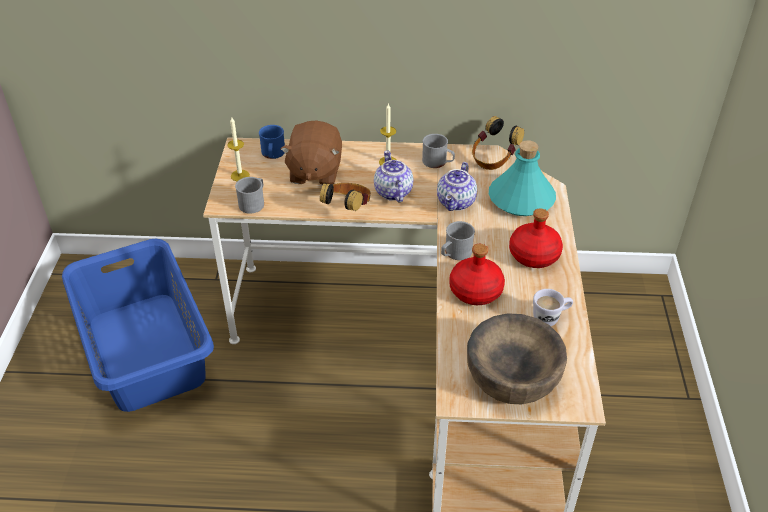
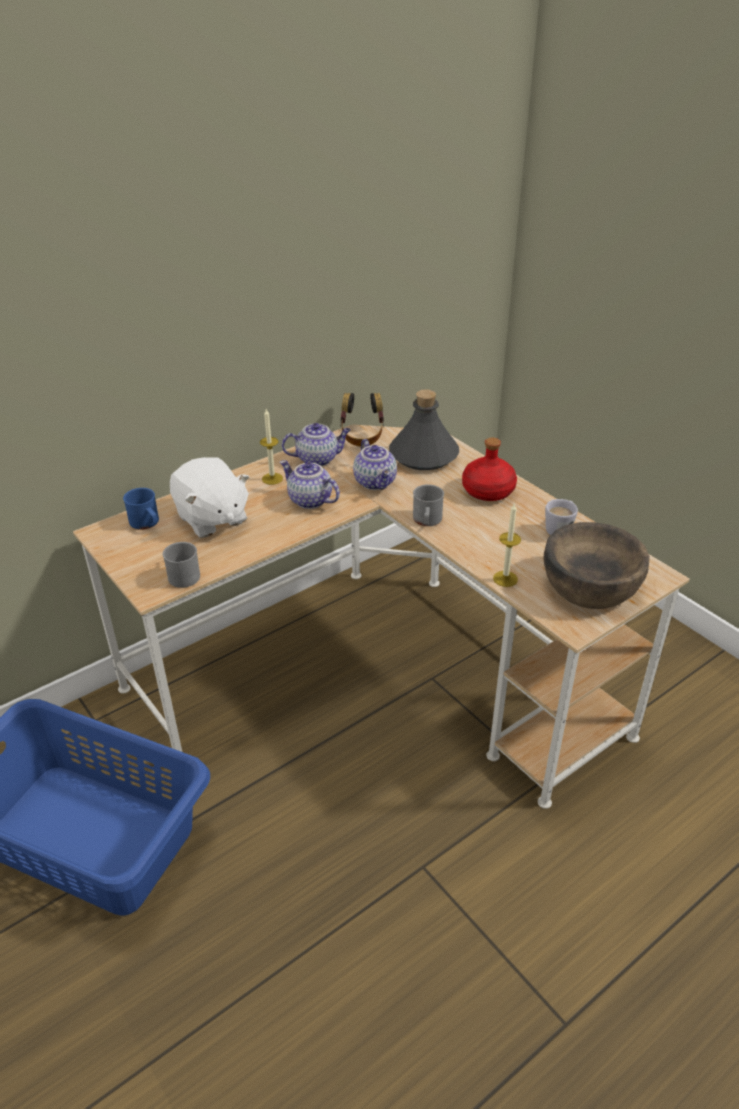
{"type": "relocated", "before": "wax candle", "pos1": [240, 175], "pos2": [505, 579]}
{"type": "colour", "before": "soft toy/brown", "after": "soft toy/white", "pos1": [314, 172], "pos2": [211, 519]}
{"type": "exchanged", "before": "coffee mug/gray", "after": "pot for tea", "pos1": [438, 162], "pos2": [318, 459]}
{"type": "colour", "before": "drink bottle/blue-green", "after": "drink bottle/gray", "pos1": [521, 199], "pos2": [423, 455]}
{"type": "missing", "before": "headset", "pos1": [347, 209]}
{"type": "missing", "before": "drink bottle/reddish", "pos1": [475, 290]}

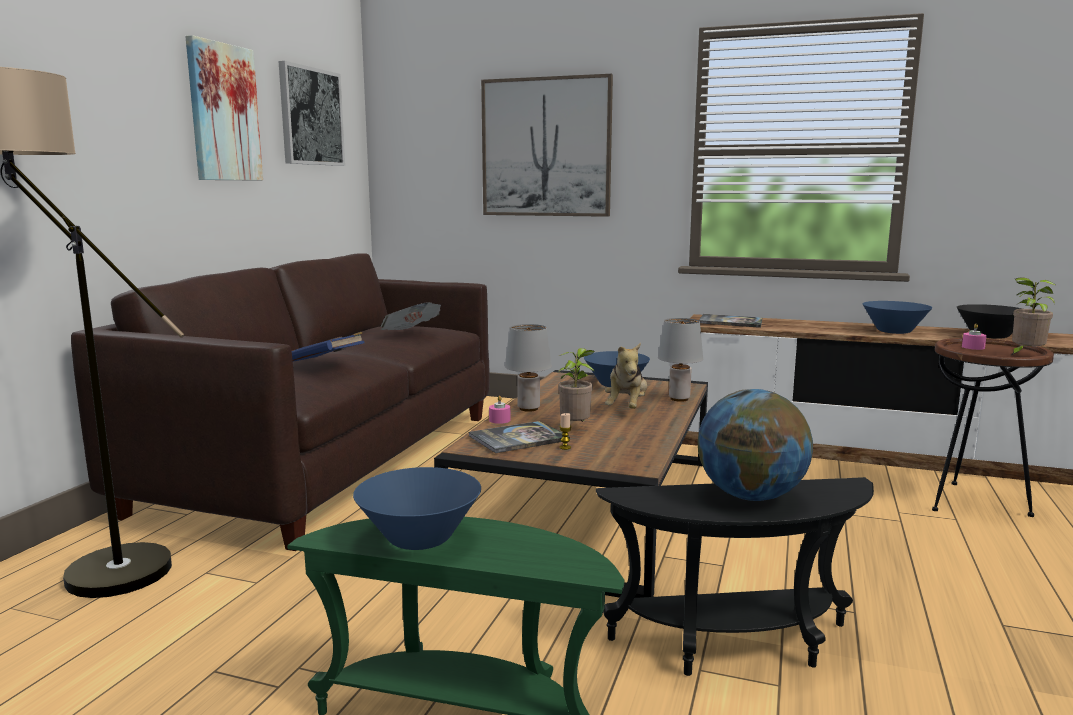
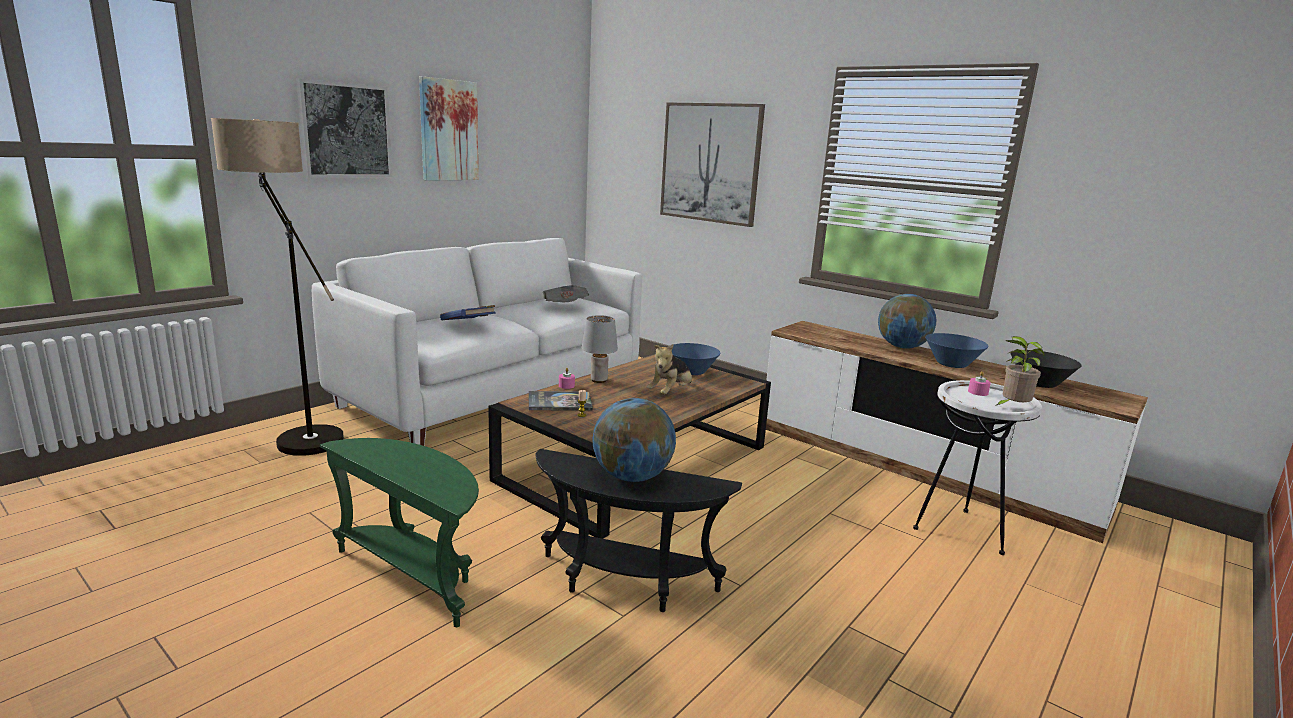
{"type": "relocated", "before": "wall art", "pos1": [311, 116], "pos2": [345, 130]}
{"type": "colour", "before": "sofa/brown", "after": "sofa/white", "pos1": [330, 459], "pos2": [495, 392]}
{"type": "missing", "before": "book", "pos1": [730, 322]}
{"type": "missing", "before": "tabletop lamp/gray", "pos1": [679, 399]}
{"type": "colour", "before": "accent table/brown", "after": "accent table/white", "pos1": [972, 503], "pos2": [960, 530]}
{"type": "missing", "before": "potted plant", "pos1": [576, 427]}
{"type": "missing", "before": "deep dish/blue", "pos1": [419, 539]}
{"type": "appeared", "after": "world globe", "pos2": [902, 347]}

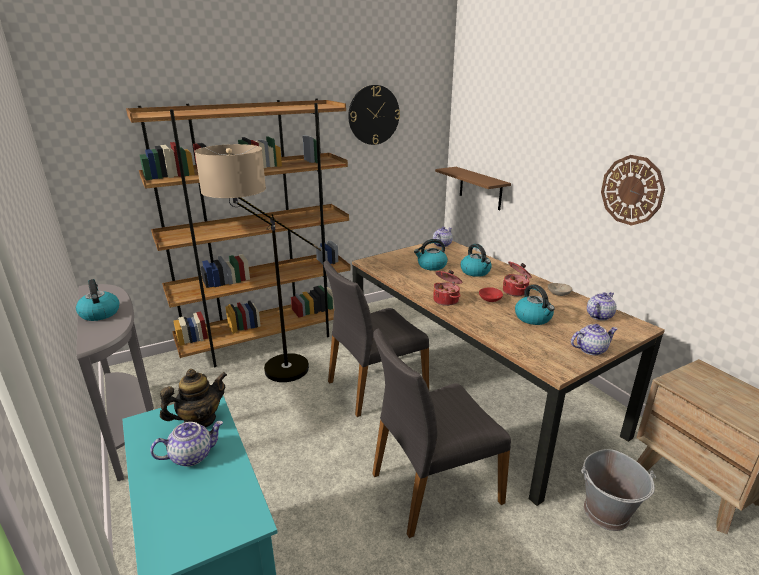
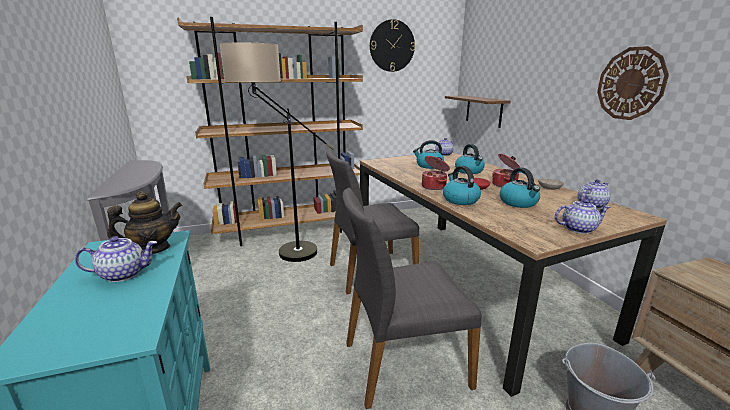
{"type": "relocated", "before": "kettle", "pos1": [99, 313], "pos2": [460, 200]}

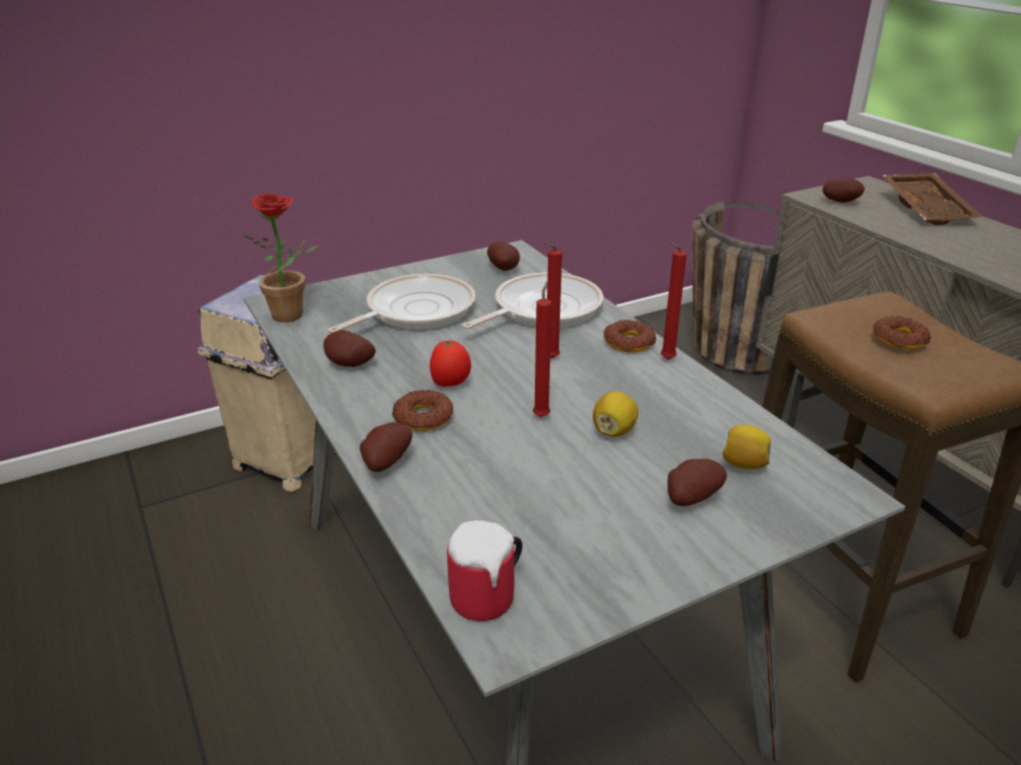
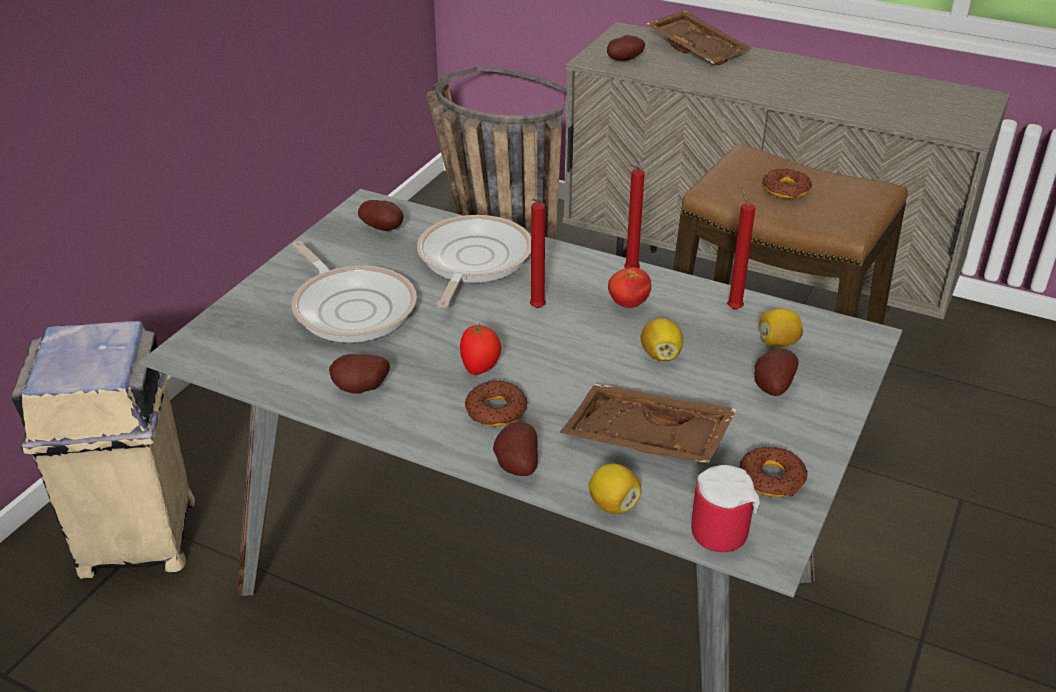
{"type": "missing", "before": "potted plant", "pos1": [294, 316]}
{"type": "spun", "before": "skillet", "pos1": [414, 311], "pos2": [352, 307], "turn": 135}
{"type": "relocated", "before": "wax candle/reddish", "pos1": [542, 415], "pos2": [733, 308]}
{"type": "relocated", "before": "donut", "pos1": [629, 343], "pos2": [772, 478]}
{"type": "appeared", "after": "tomato", "pos2": [628, 304]}
{"type": "appeared", "after": "tray/brown", "pos2": [645, 441]}
{"type": "appeared", "after": "whole lemon", "pos2": [613, 505]}

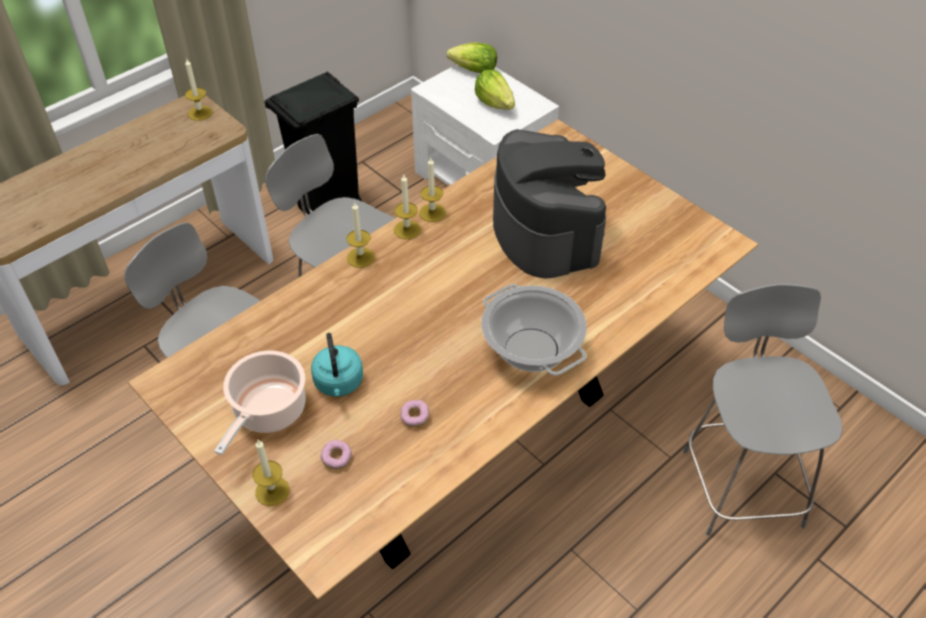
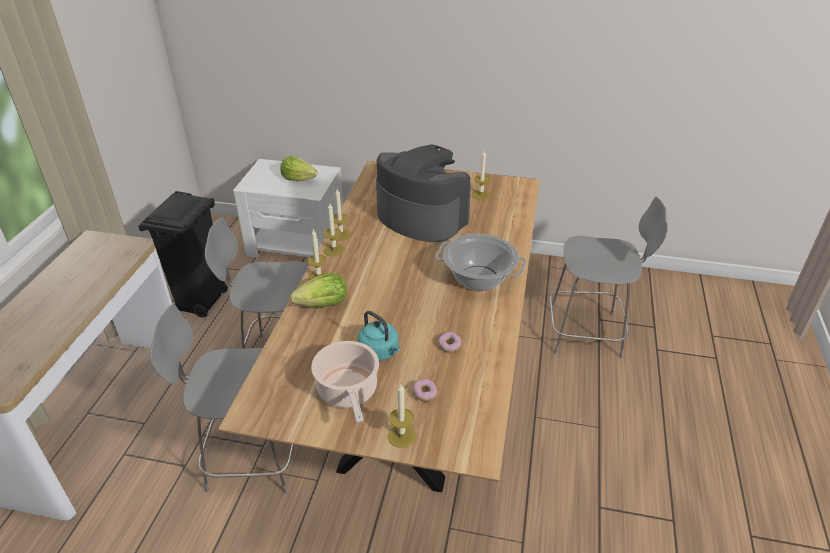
{"type": "relocated", "before": "head of lettuce", "pos1": [474, 70], "pos2": [323, 304]}
{"type": "relocated", "before": "wax candle", "pos1": [200, 113], "pos2": [481, 195]}
{"type": "spun", "before": "upright chair/gray", "pos1": [741, 483], "pos2": [588, 333], "turn": 135}

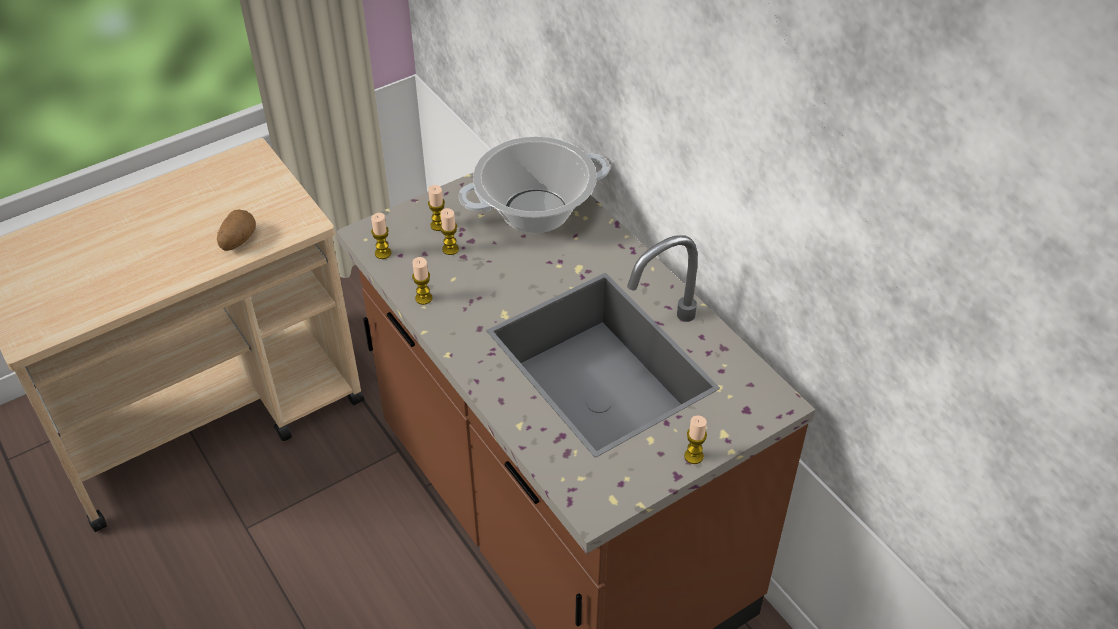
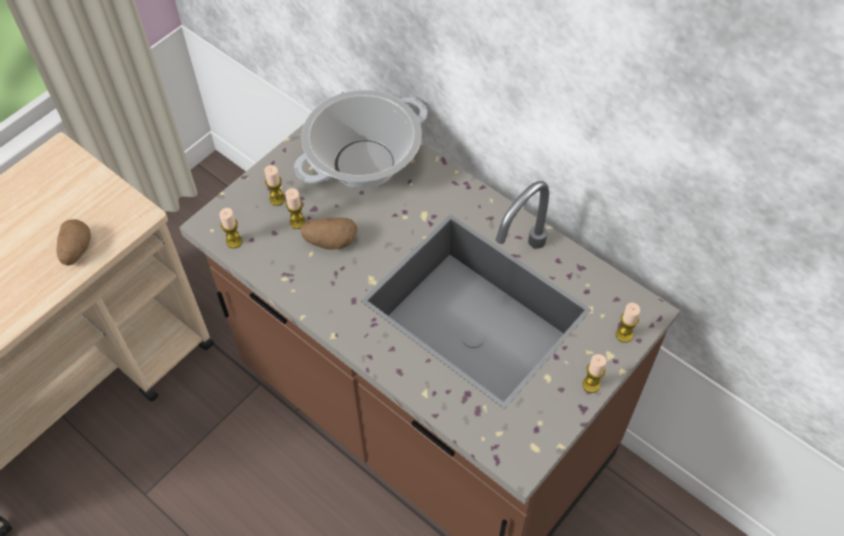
{"type": "relocated", "before": "wax candle", "pos1": [423, 298], "pos2": [624, 335]}
{"type": "appeared", "after": "whole potato", "pos2": [330, 241]}

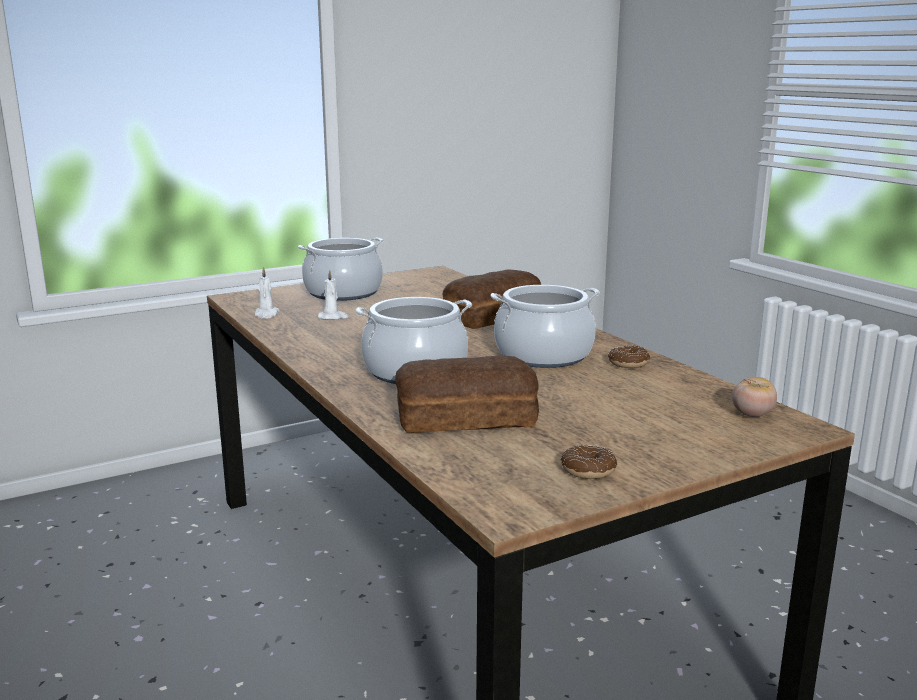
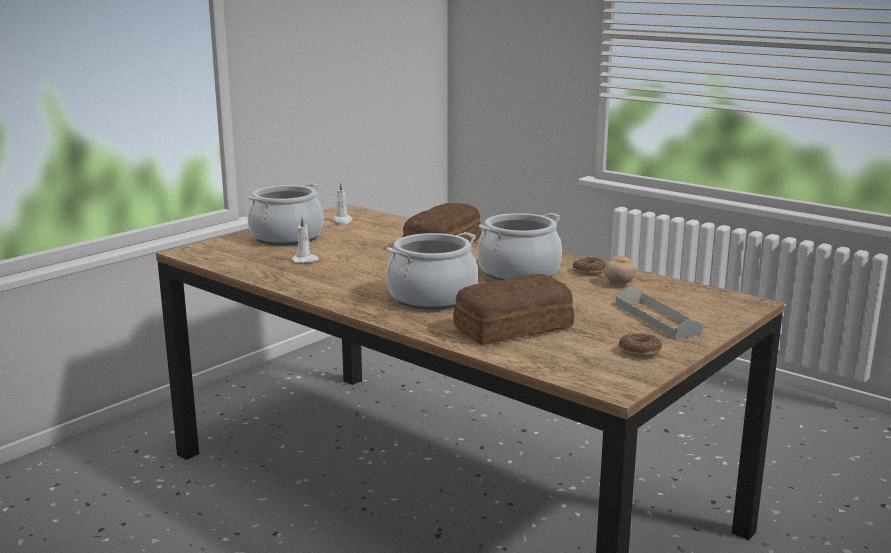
{"type": "relocated", "before": "wax candle/white", "pos1": [266, 314], "pos2": [342, 221]}
{"type": "relocated", "before": "tomato", "pos1": [752, 415], "pos2": [619, 283]}
{"type": "appeared", "after": "tray/gray", "pos2": [657, 319]}

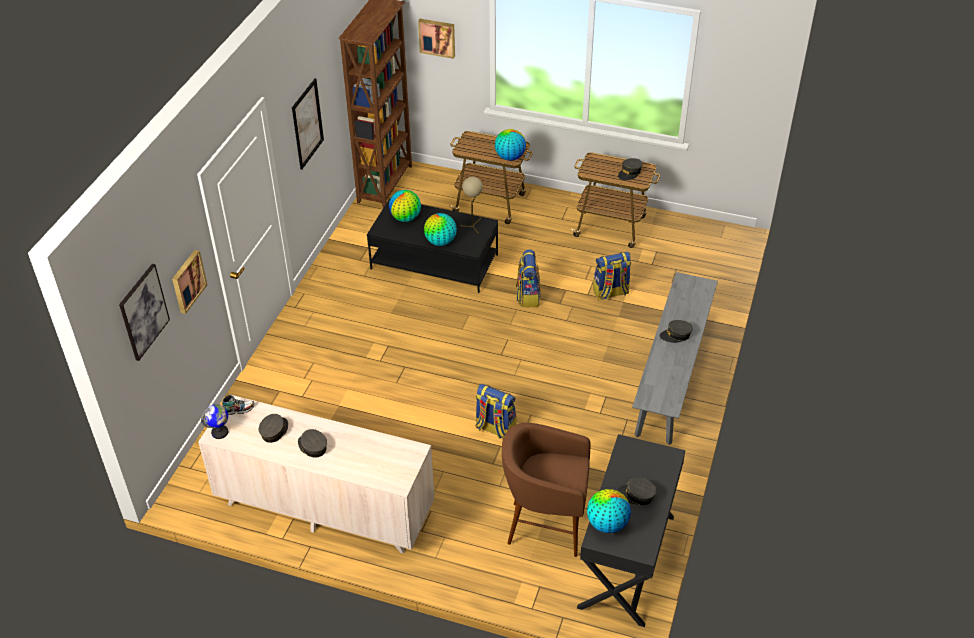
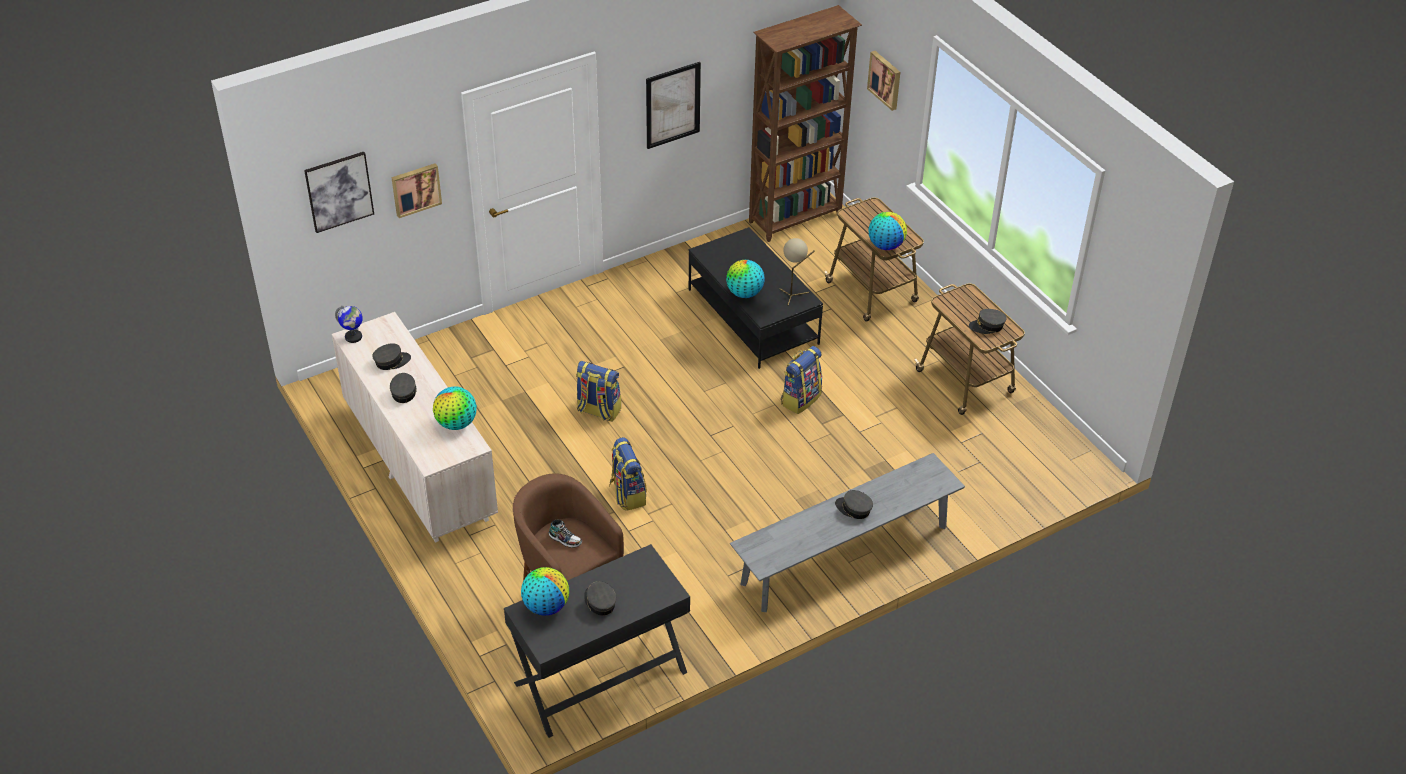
{"type": "relocated", "before": "world globe", "pos1": [406, 218], "pos2": [456, 423]}
{"type": "relocated", "before": "backpack", "pos1": [610, 293], "pos2": [598, 411]}
{"type": "relocated", "before": "low shoe", "pos1": [238, 409], "pos2": [565, 539]}

